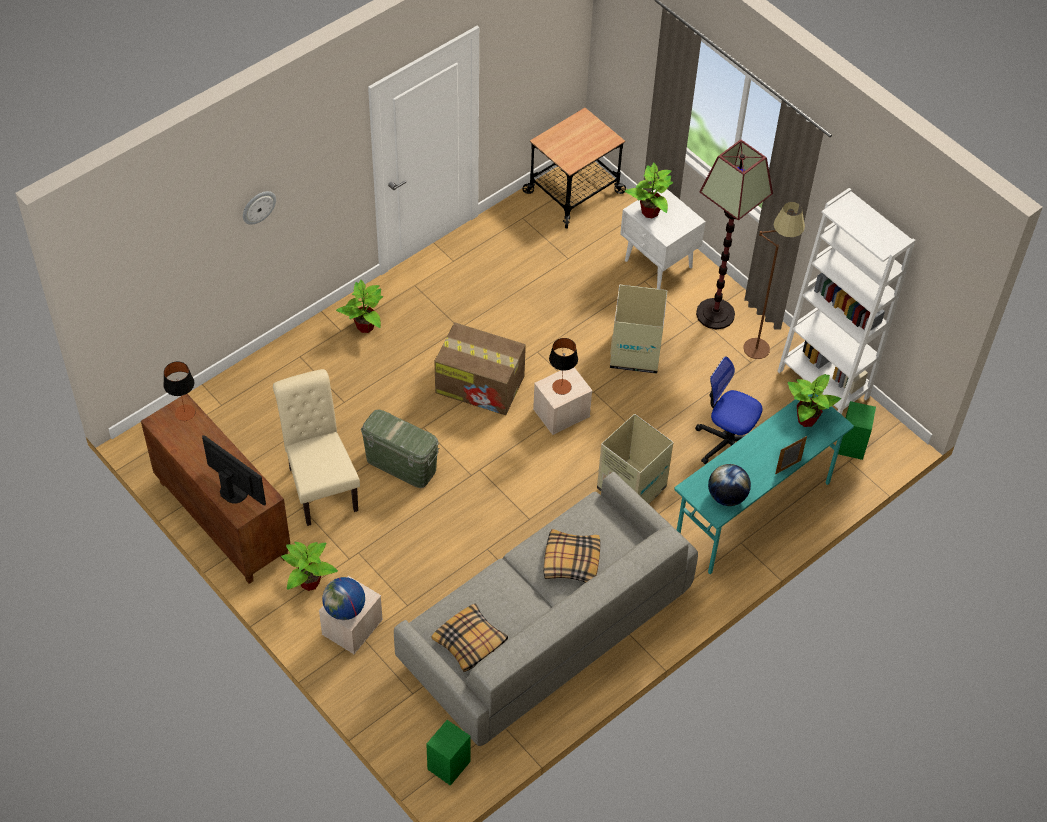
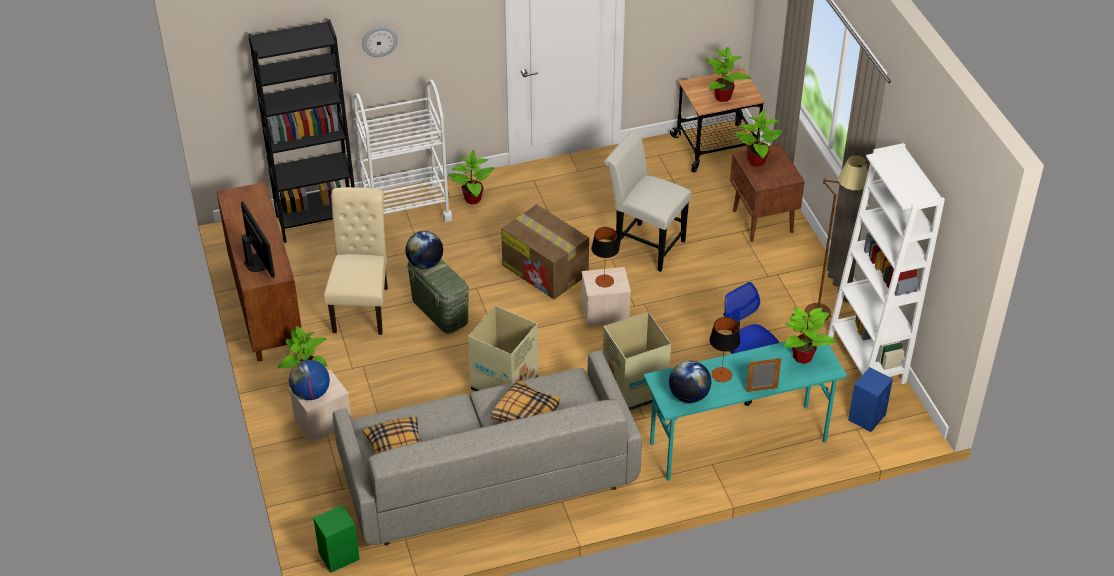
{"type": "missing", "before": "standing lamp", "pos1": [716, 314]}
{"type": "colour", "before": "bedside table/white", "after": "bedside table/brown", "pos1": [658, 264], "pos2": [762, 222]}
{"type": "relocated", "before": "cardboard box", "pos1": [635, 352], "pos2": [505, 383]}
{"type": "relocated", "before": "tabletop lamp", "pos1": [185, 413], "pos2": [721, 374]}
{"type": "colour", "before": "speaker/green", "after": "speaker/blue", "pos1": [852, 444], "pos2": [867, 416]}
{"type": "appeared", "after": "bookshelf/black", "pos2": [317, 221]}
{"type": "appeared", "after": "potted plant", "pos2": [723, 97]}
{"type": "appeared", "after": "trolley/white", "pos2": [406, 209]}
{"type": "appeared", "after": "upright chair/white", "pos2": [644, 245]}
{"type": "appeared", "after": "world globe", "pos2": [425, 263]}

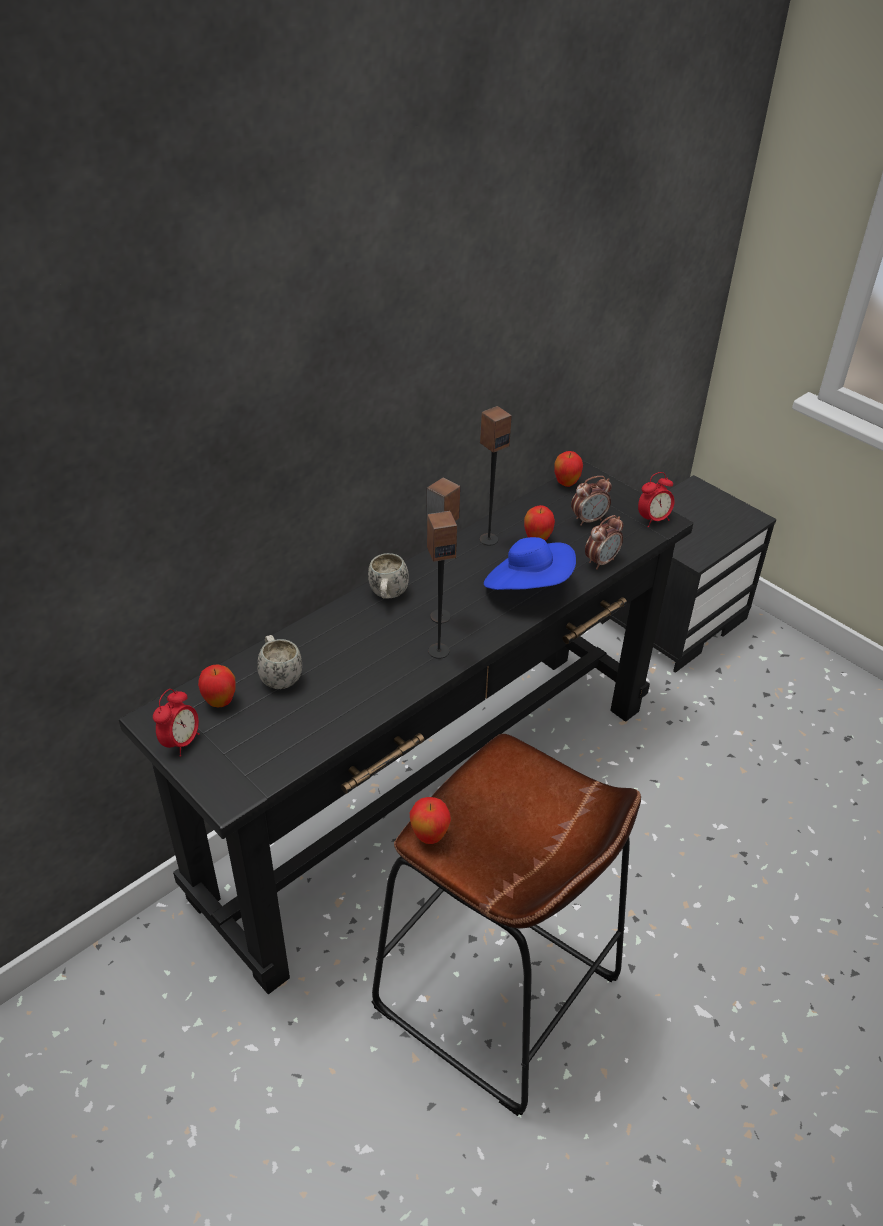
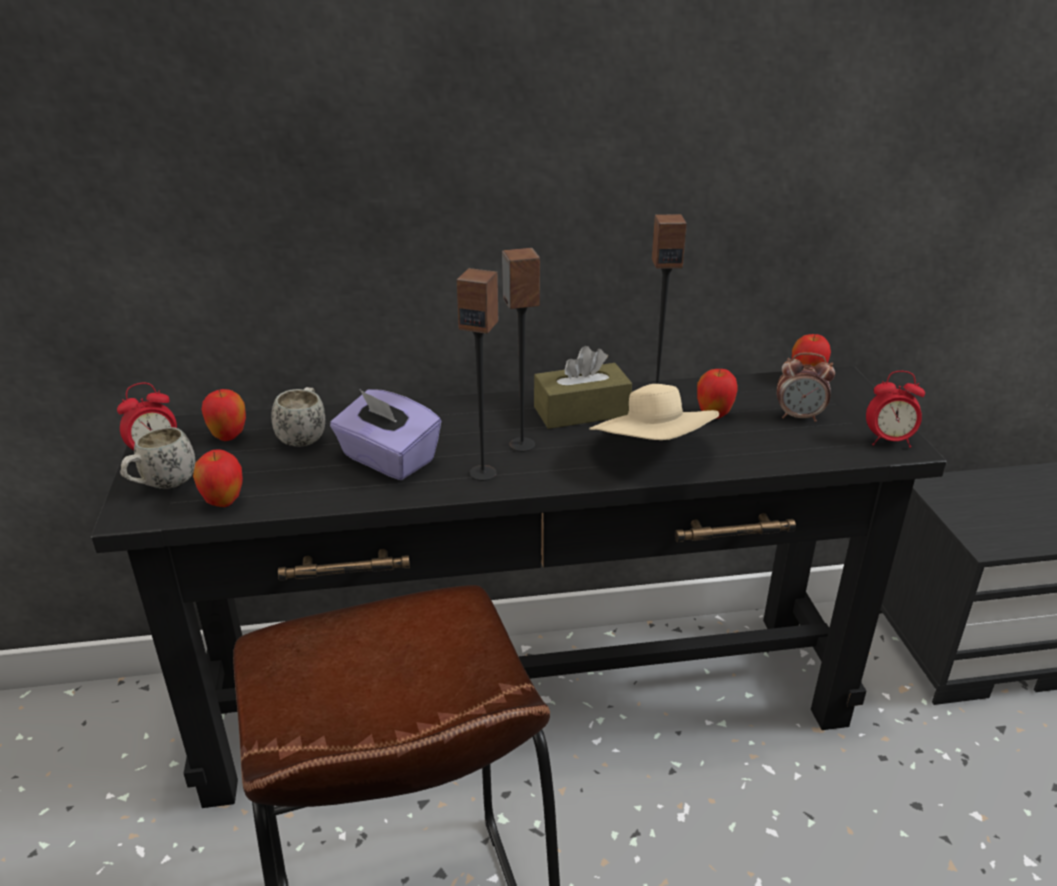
{"type": "missing", "before": "alarm clock", "pos1": [601, 561]}
{"type": "colour", "before": "hat/blue", "after": "hat/beige-coloured", "pos1": [528, 587], "pos2": [653, 452]}
{"type": "relocated", "before": "coffee mug/white", "pos1": [388, 596], "pos2": [163, 486]}
{"type": "relocated", "before": "apple fruit", "pos1": [429, 836], "pos2": [223, 502]}
{"type": "appeared", "after": "tissue box/brown", "pos2": [581, 411]}
{"type": "appeared", "after": "tissue box/purple", "pos2": [387, 459]}

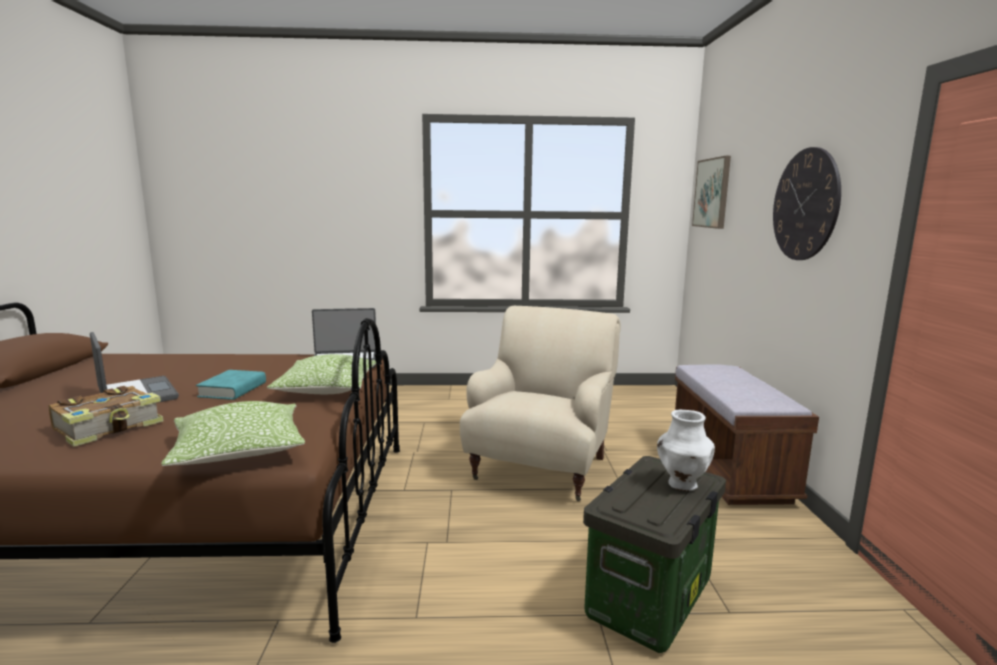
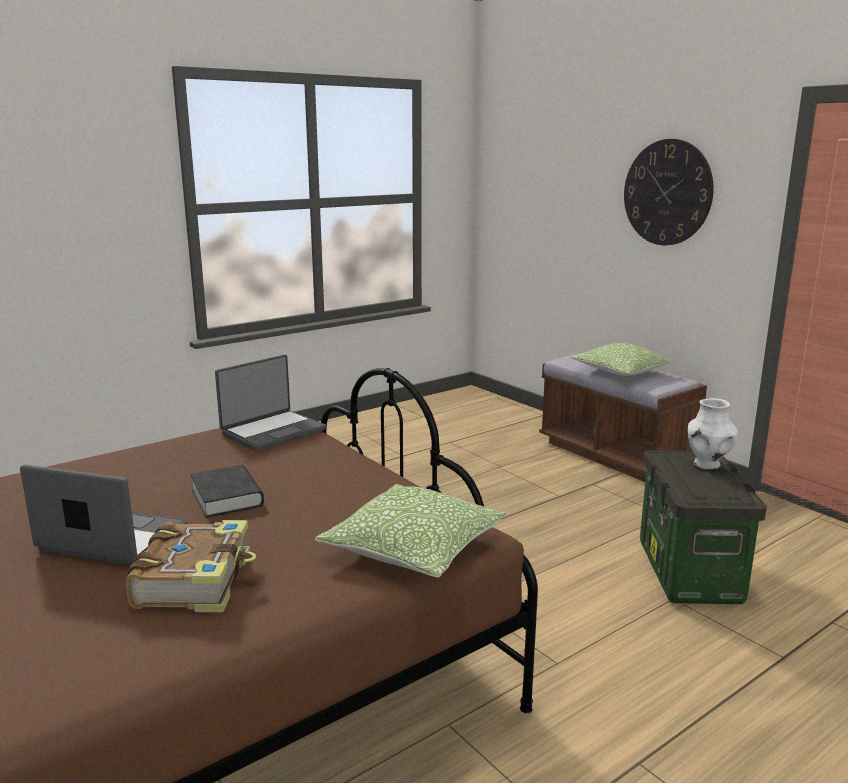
{"type": "missing", "before": "wall art", "pos1": [712, 193]}
{"type": "missing", "before": "lounge chair/beige-coloured", "pos1": [541, 468]}
{"type": "relocated", "before": "throw pillow", "pos1": [327, 389], "pos2": [620, 372]}
{"type": "colour", "before": "book/blue-green", "after": "book/black", "pos1": [233, 390], "pos2": [227, 497]}

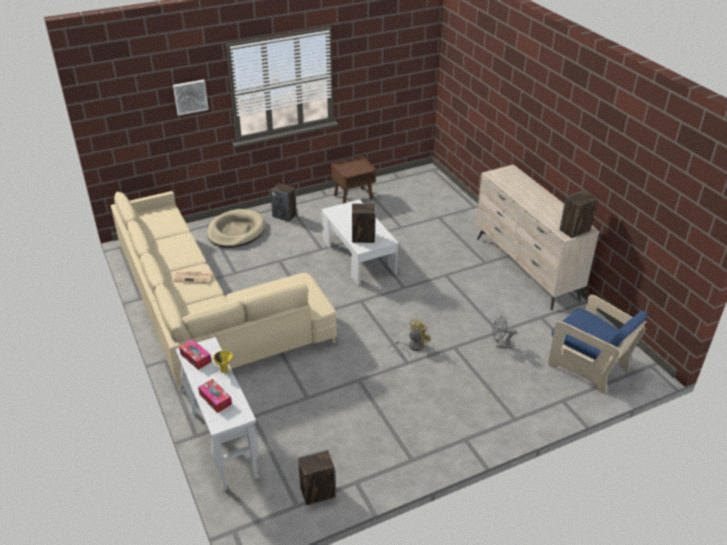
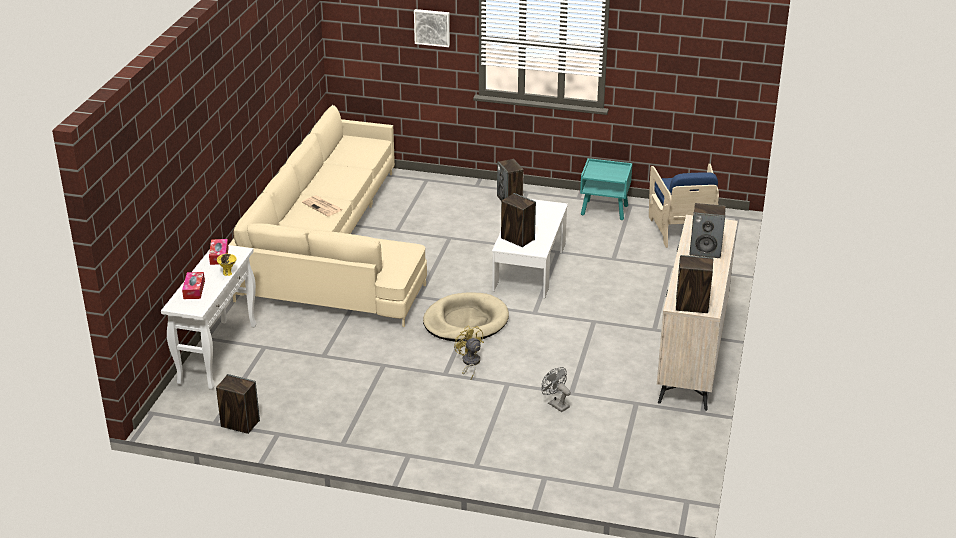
{"type": "colour", "before": "bedside table/brown", "after": "bedside table/blue-green", "pos1": [353, 197], "pos2": [605, 210]}
{"type": "relocated", "before": "dog cushion/beige-coloured", "pos1": [236, 231], "pos2": [465, 321]}
{"type": "relocated", "before": "lounge chair/blue", "pos1": [588, 366], "pos2": [681, 230]}
{"type": "spun", "before": "electric fan/yellowish", "pos1": [412, 345], "pos2": [470, 363], "turn": -120}
{"type": "appeared", "after": "speaker", "pos2": [705, 251]}

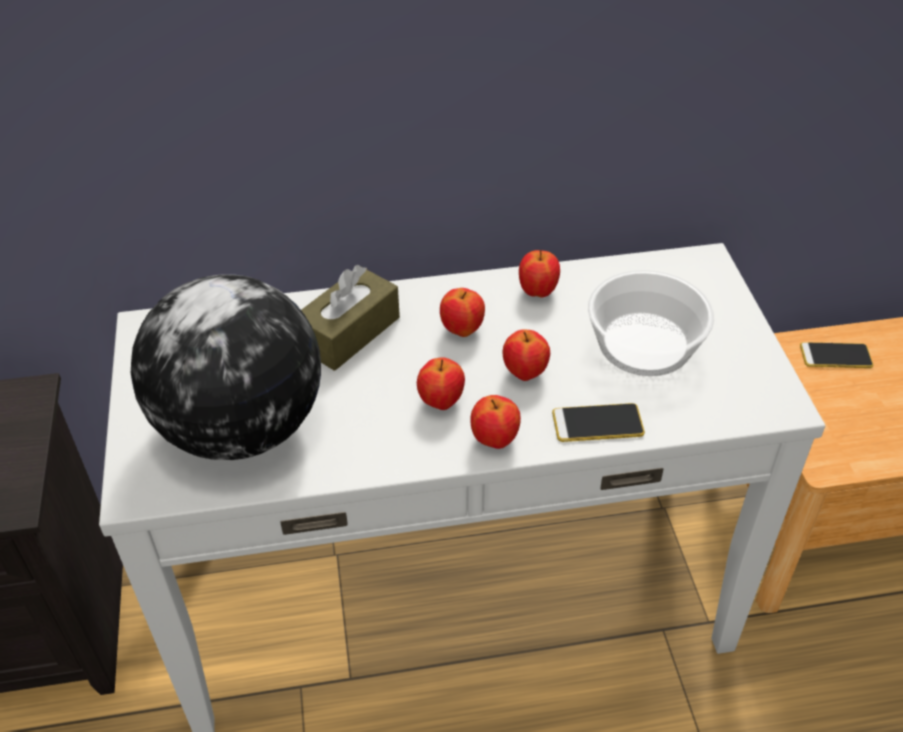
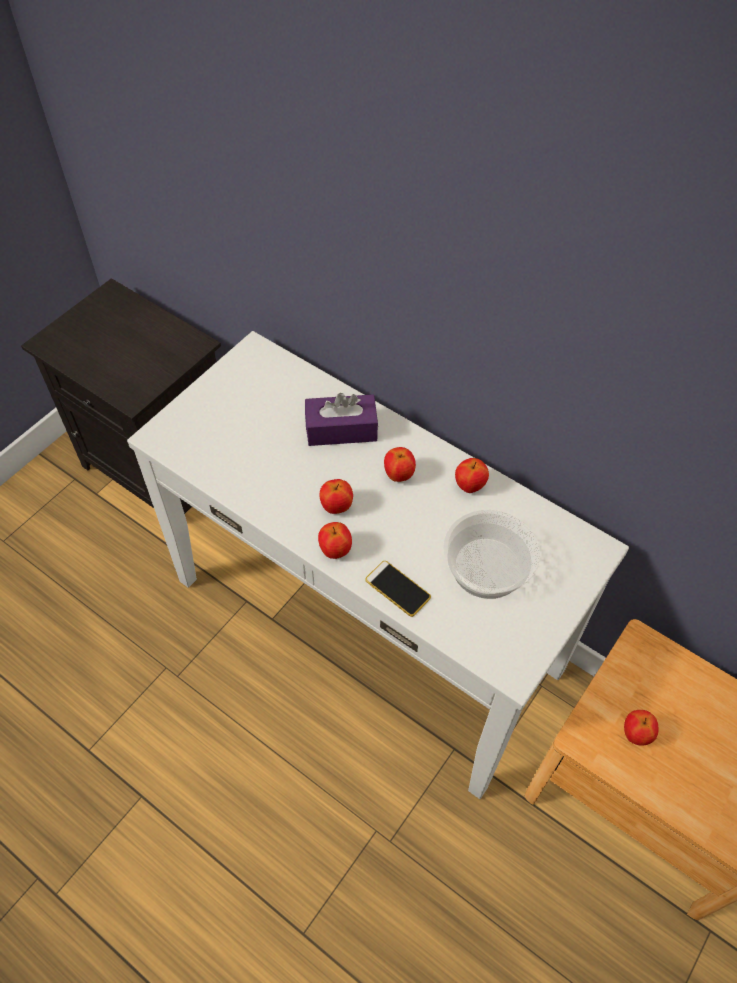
{"type": "colour", "before": "tissue box/brown", "after": "tissue box/purple", "pos1": [349, 332], "pos2": [341, 429]}
{"type": "missing", "before": "world globe", "pos1": [241, 429]}
{"type": "relocated", "before": "apple fruit", "pos1": [525, 373], "pos2": [635, 734]}
{"type": "missing", "before": "telephone", "pos1": [835, 356]}

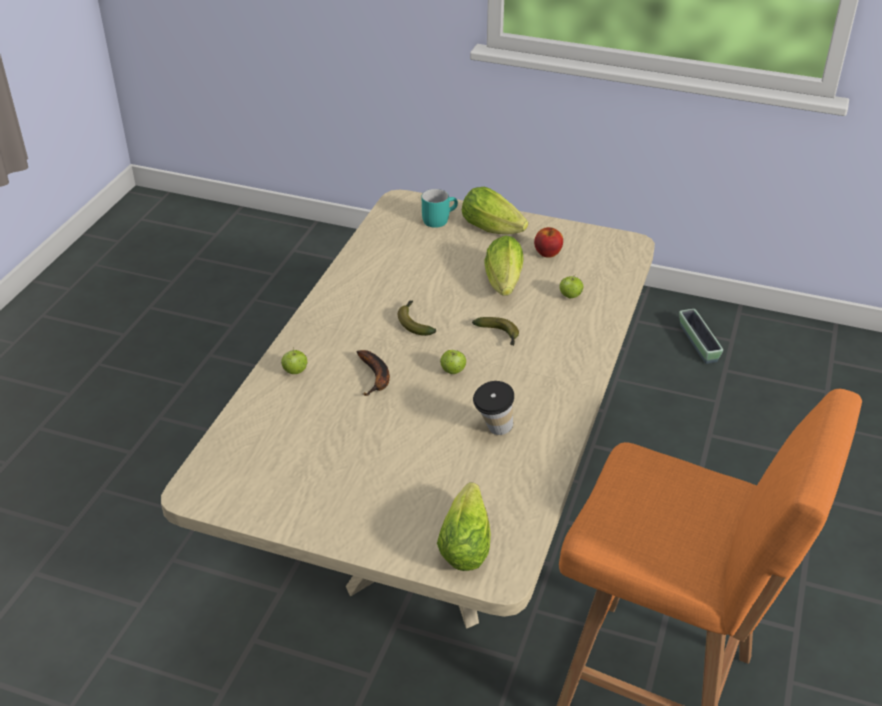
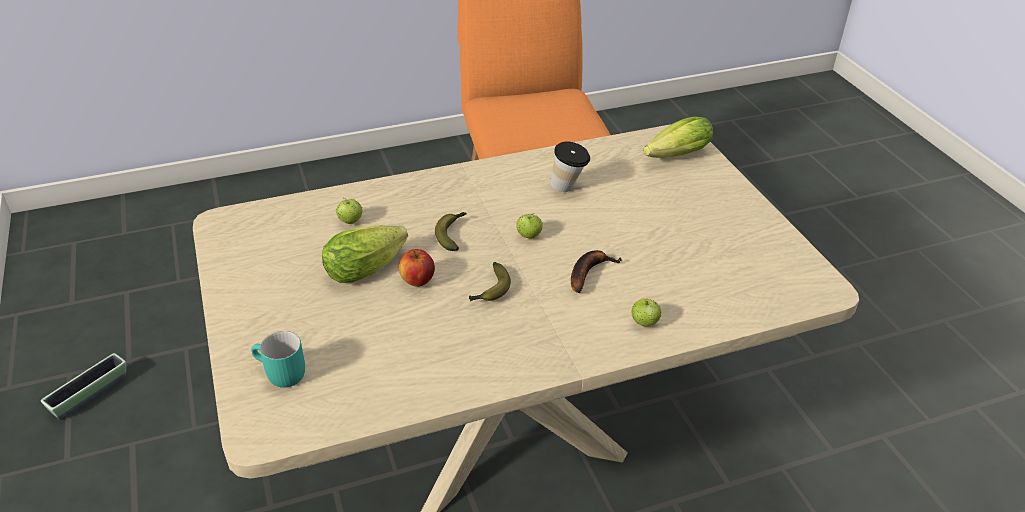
{"type": "missing", "before": "head of lettuce", "pos1": [495, 229]}
{"type": "relocated", "before": "apple fruit", "pos1": [547, 253], "pos2": [417, 281]}

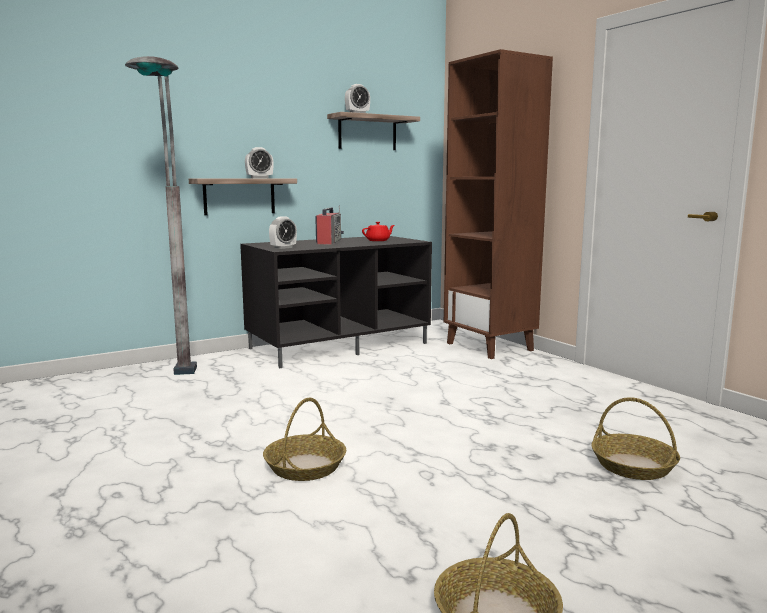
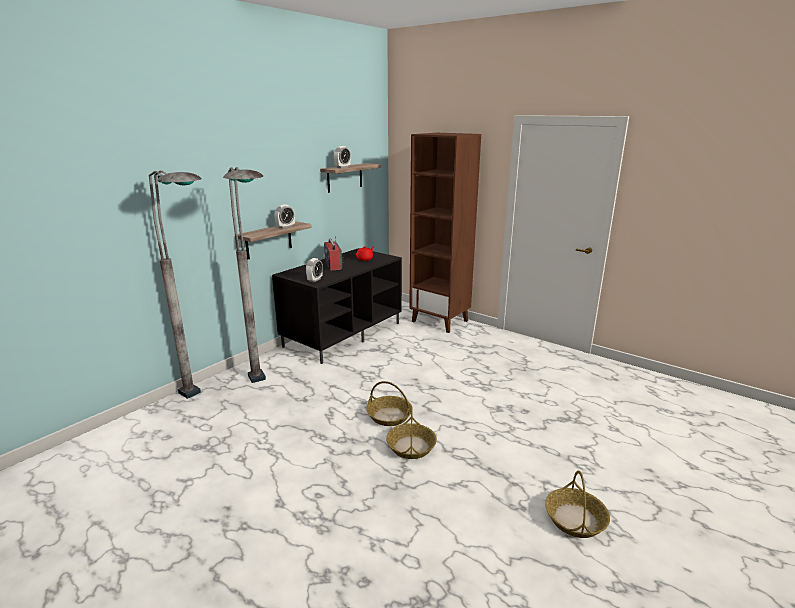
{"type": "relocated", "before": "basket", "pos1": [634, 466], "pos2": [389, 416]}
{"type": "appeared", "after": "standing lamp/gray", "pos2": [208, 404]}

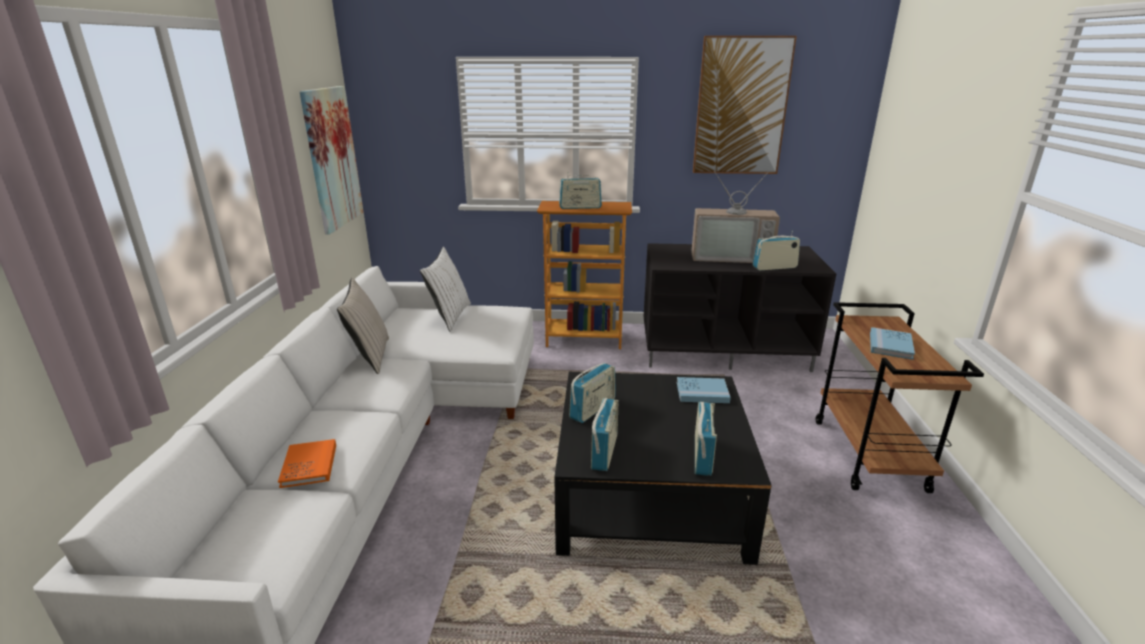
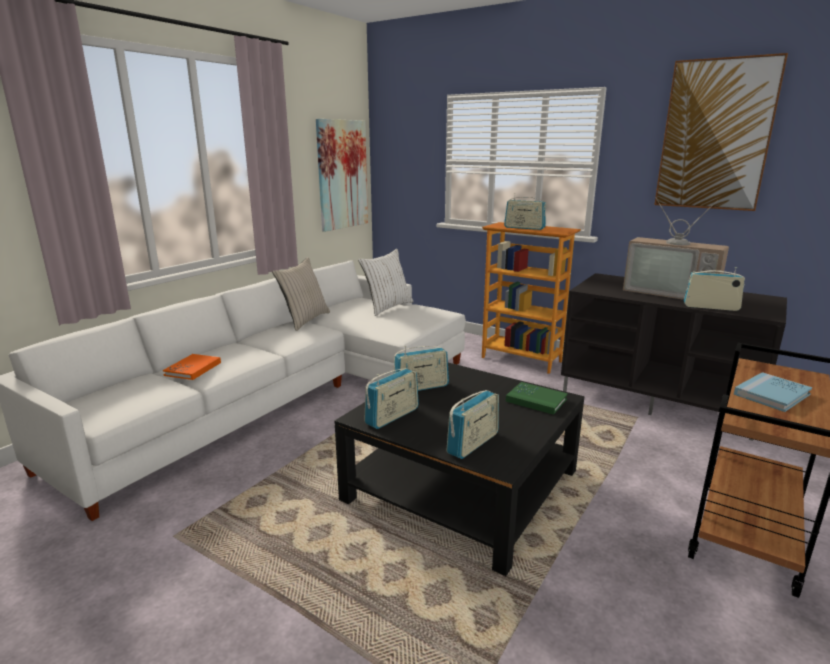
{"type": "colour", "before": "book/blue", "after": "book/green", "pos1": [702, 392], "pos2": [536, 400]}

